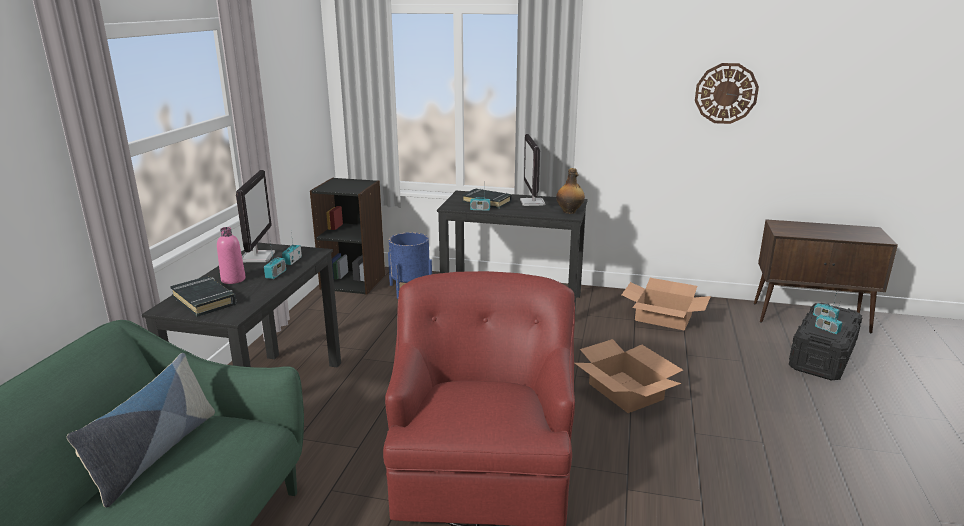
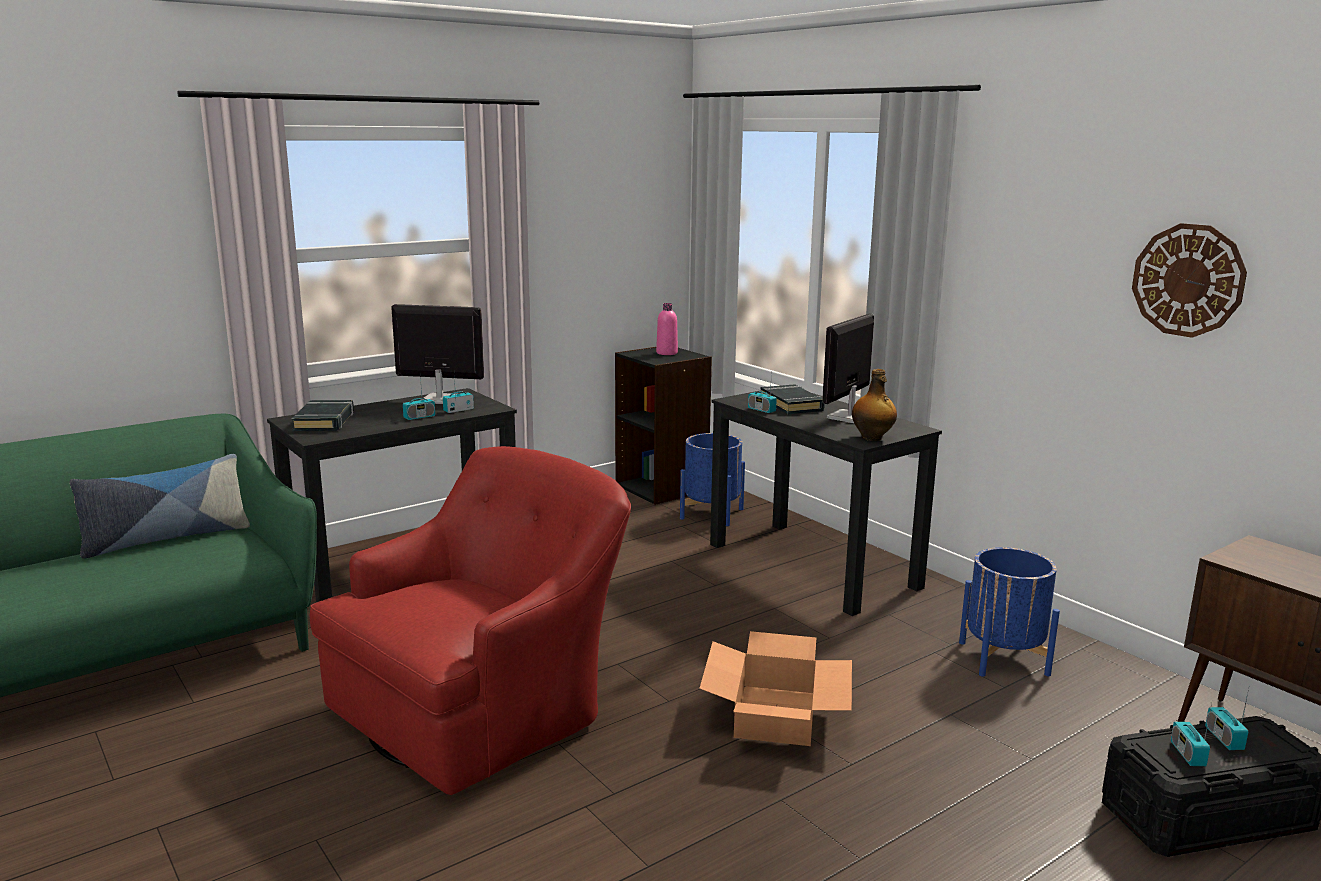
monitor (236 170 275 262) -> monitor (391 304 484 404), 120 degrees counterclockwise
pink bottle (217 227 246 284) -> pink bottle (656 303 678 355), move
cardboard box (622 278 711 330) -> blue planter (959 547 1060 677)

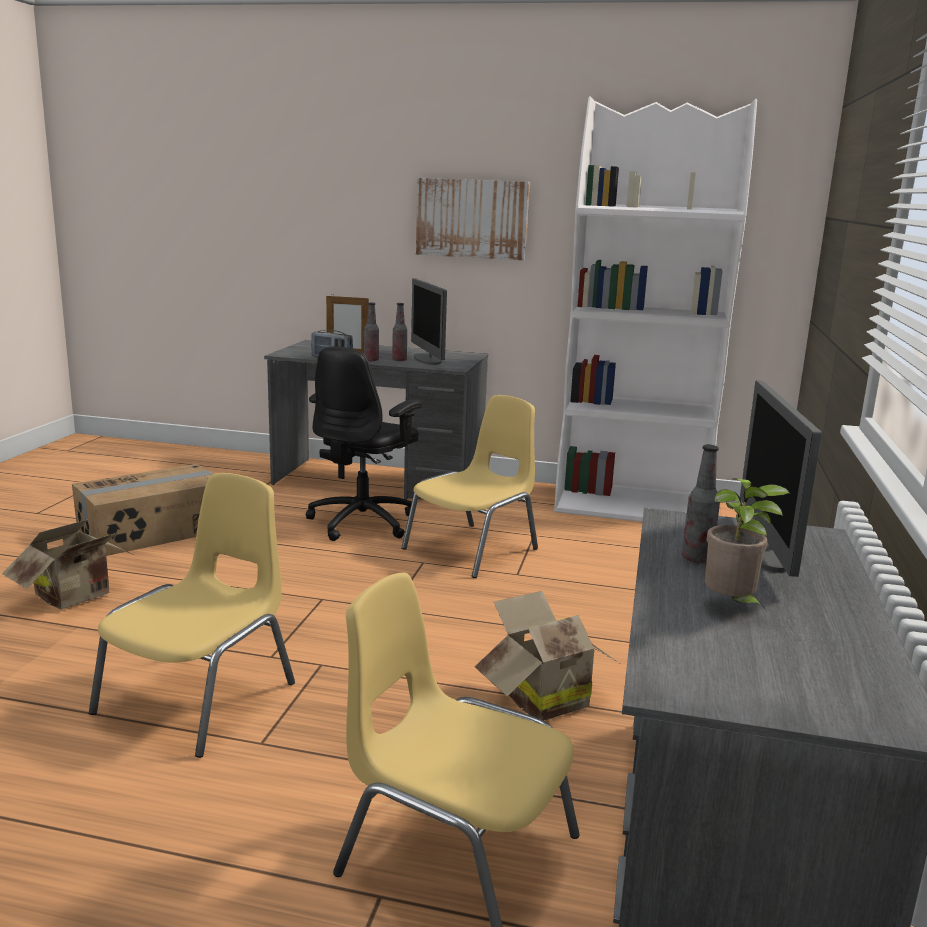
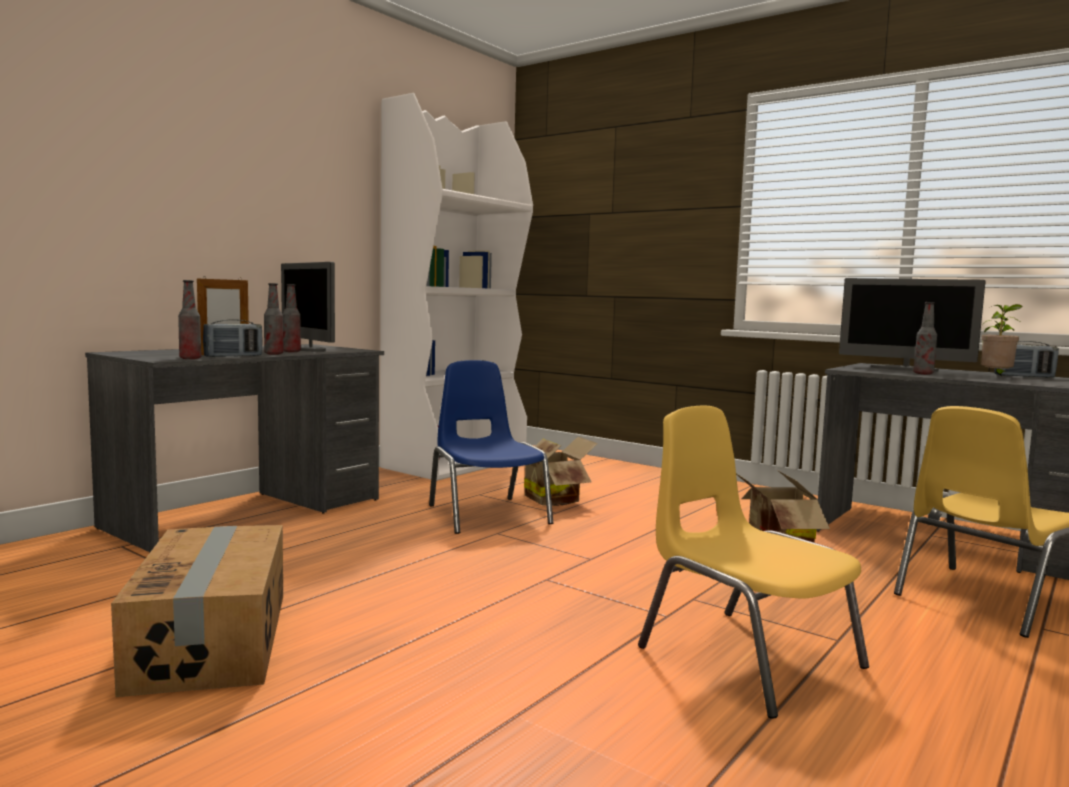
picture (416 178 530 260) -> none
monitor (411 279 447 365) -> monitor (281 262 335 352), 45 degrees clockwise
black office chair (306 346 422 541) -> none
yellow chair (402 395 538 578) -> blue chair (429 360 553 534)
cardboard box (2 519 134 610) -> cardboard box (524 437 598 506), move
none -> bottle (178 280 201 359)
none -> radio (994 341 1059 378)

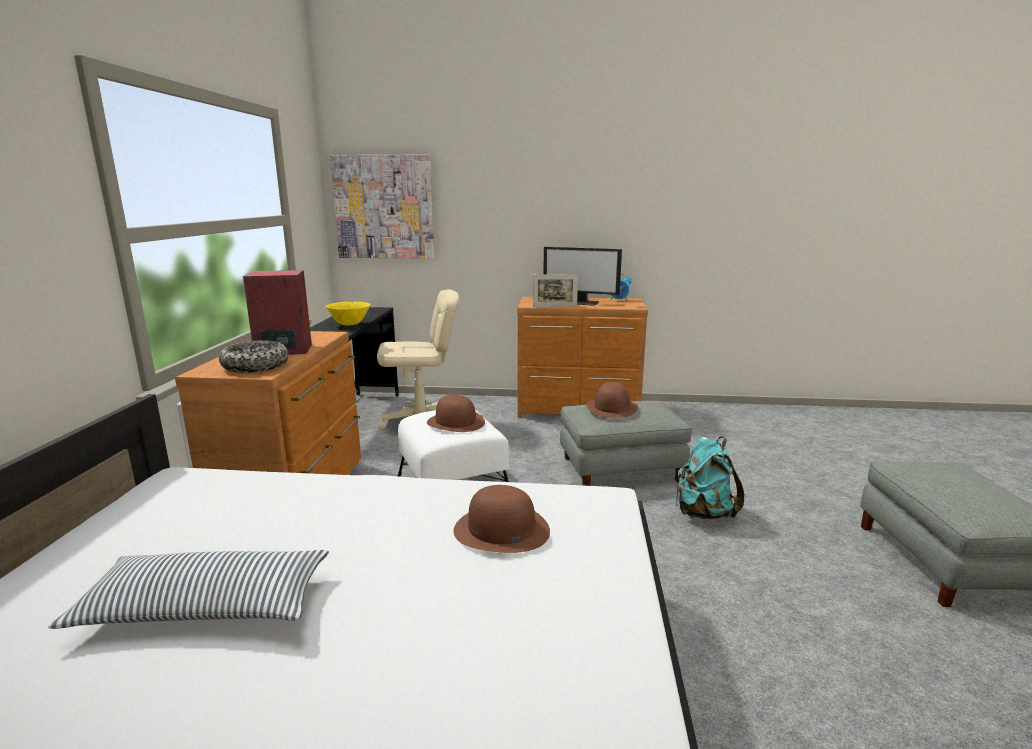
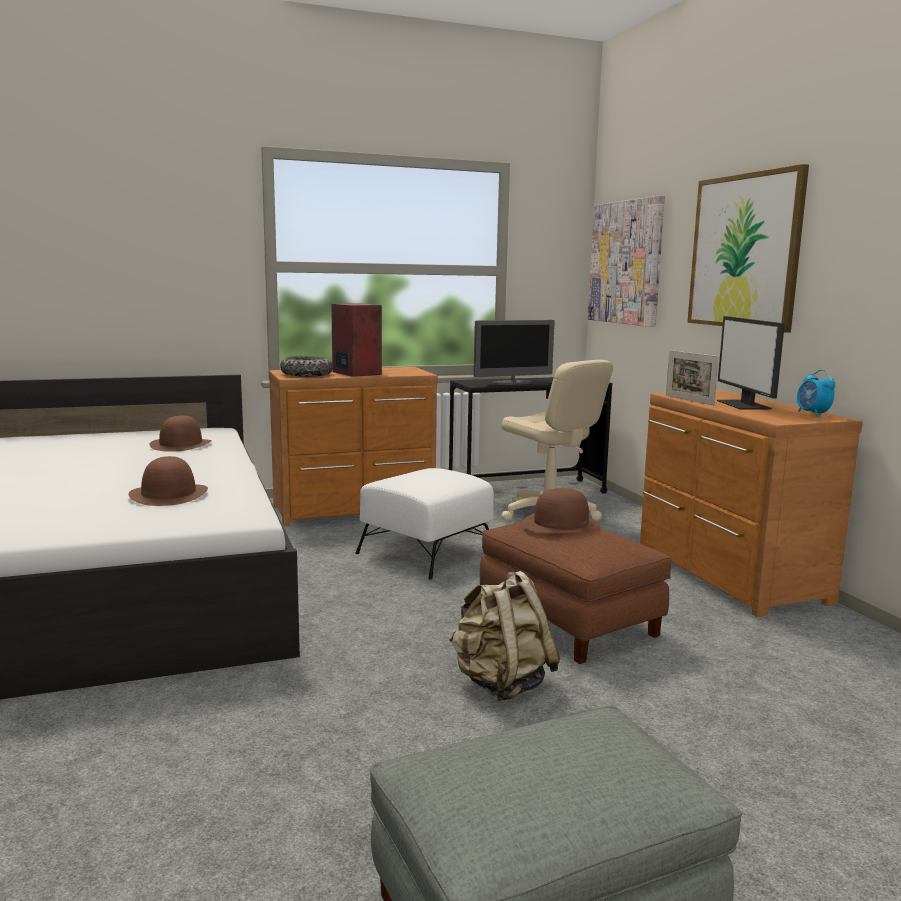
yellow bowl (325 302 371 326) -> monitor (473 320 555 385)
brown hat (427 395 485 432) -> brown hat (150 415 211 452), move
grey ottoman (560 401 693 486) -> brown ottoman (480 522 671 664)
turquoise backpack (676 436 744 519) -> beige backpack (449 571 560 701)
pillow (48 550 329 629) -> none
none -> picture (687 164 809 333)

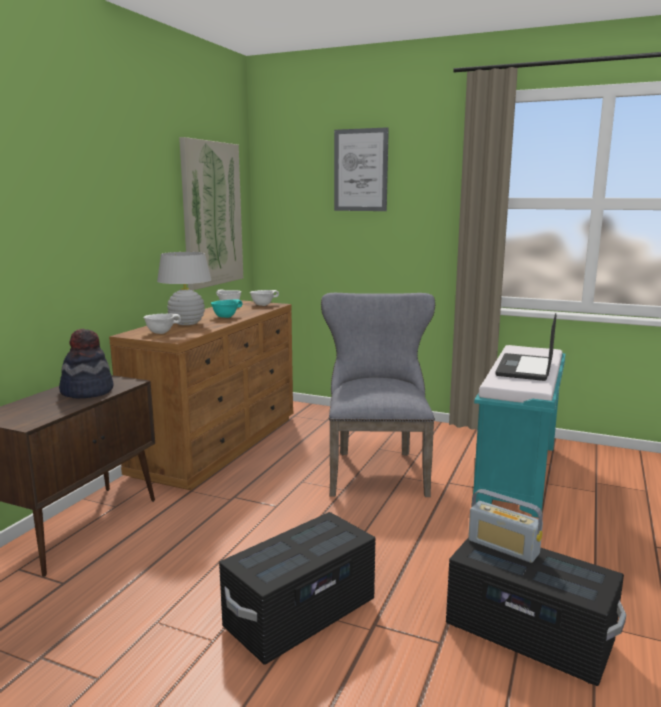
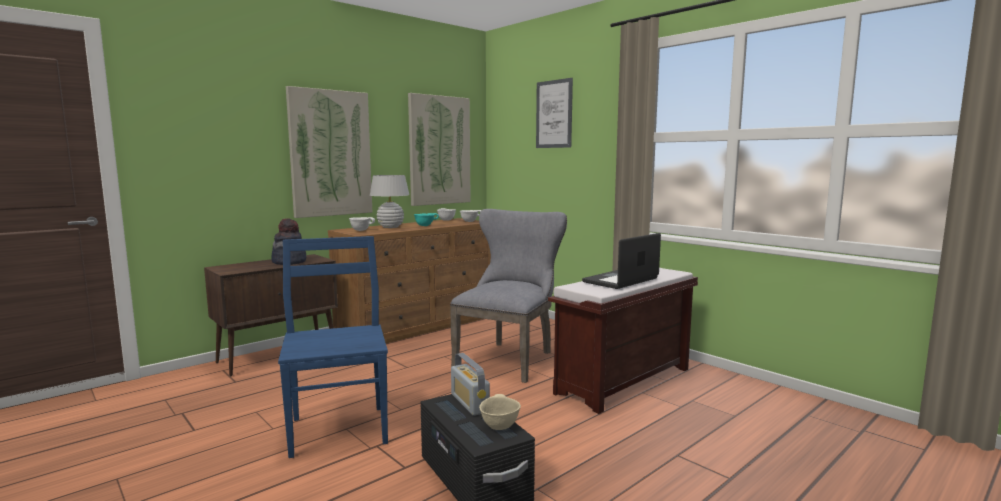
turquoise bench (473 345 566 518) -> brown bench (548 268 698 414)
black storage box (219 512 376 665) -> blue chair (278 236 388 458)
none -> picture (286 86 372 218)
none -> beige bowl (479 394 521 430)

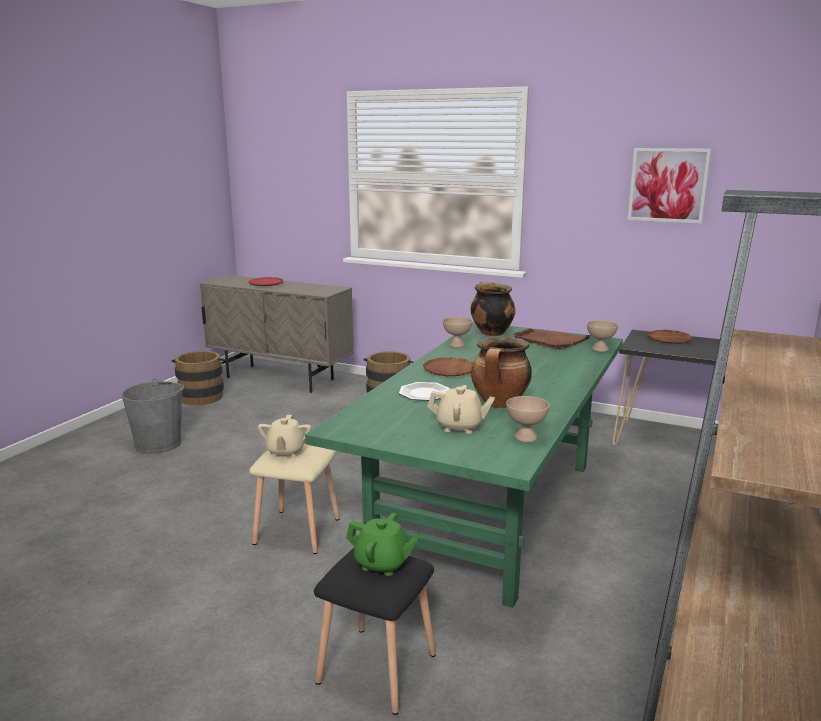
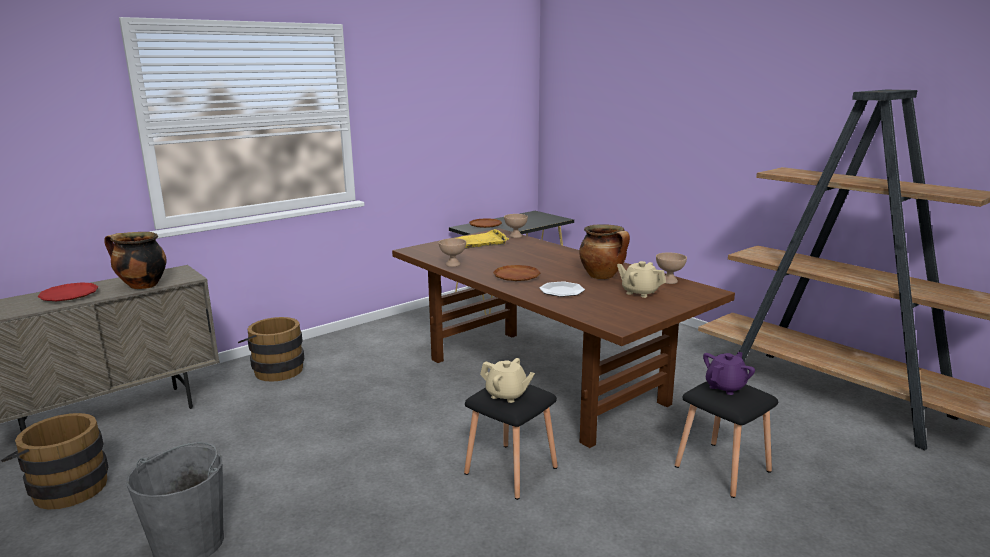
picture (628 148 711 224) -> none
cooking pot (471 282 515 336) -> cooking pot (104 232 166 289), move
green dining table (305 322 623 608) -> brown dining table (392 228 735 448)
brown tray (513 329 590 350) -> yellow tray (457 229 509 249)
beige teapot (427 385 495 434) -> beige teapot (617 261 666 298), 90 degrees counterclockwise
beige stool (249 443 340 554) -> black stool (464 384 558 500)
green teapot (346 513 420 576) -> purple teapot (703 352 755 395)

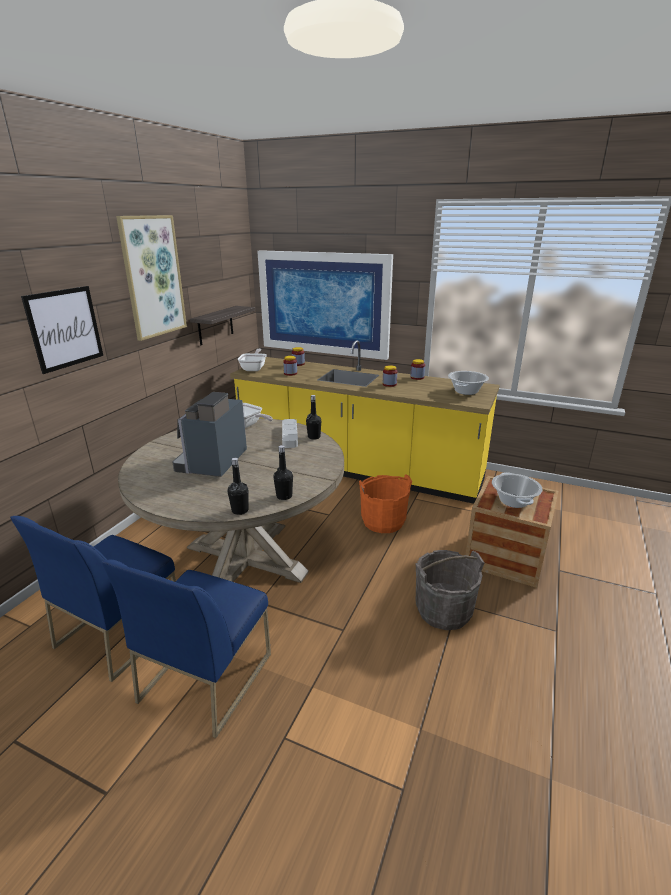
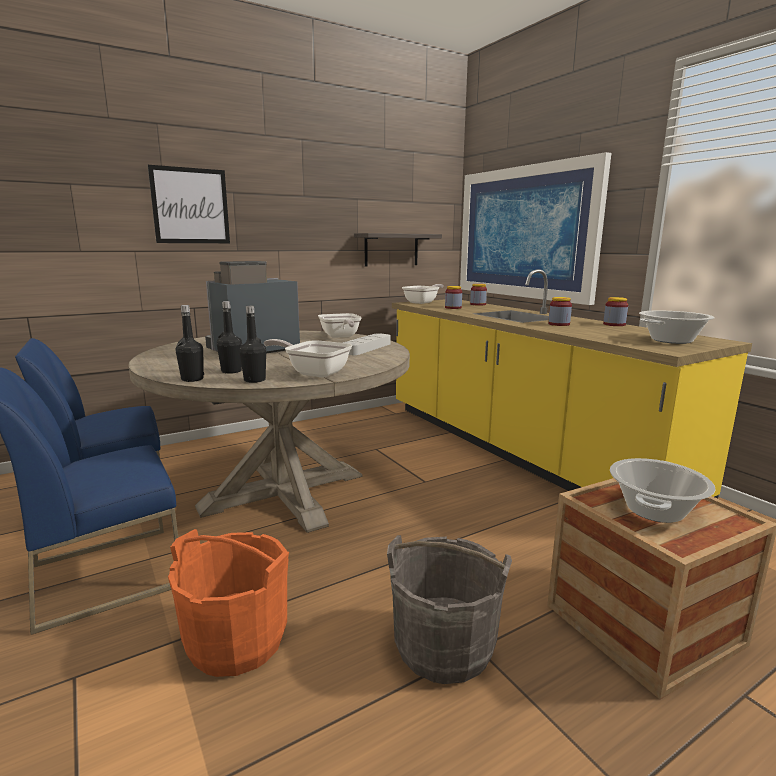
picture (116 215 187 341) -> none
black bottle (306 395 321 440) -> black bottle (217 301 242 374), move
orange bucket (359 475 412 533) -> orange bucket (168 529 289 677), move
none -> frying pan (264 339 352 377)

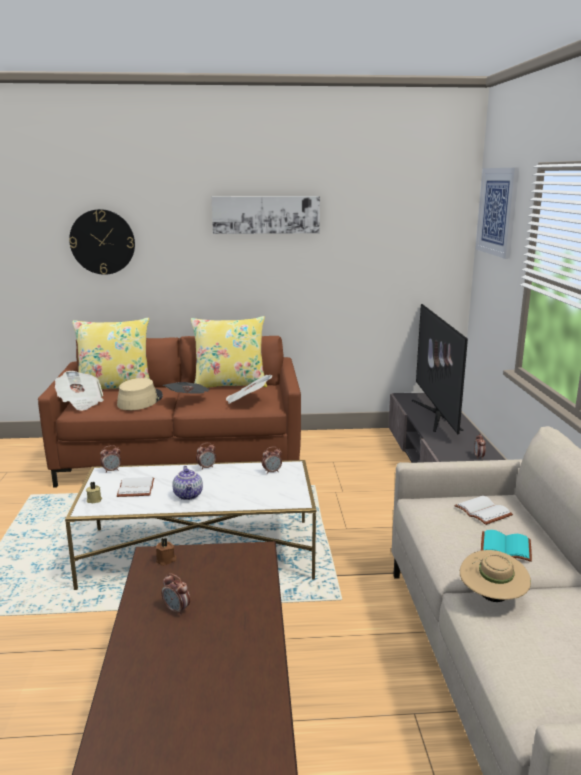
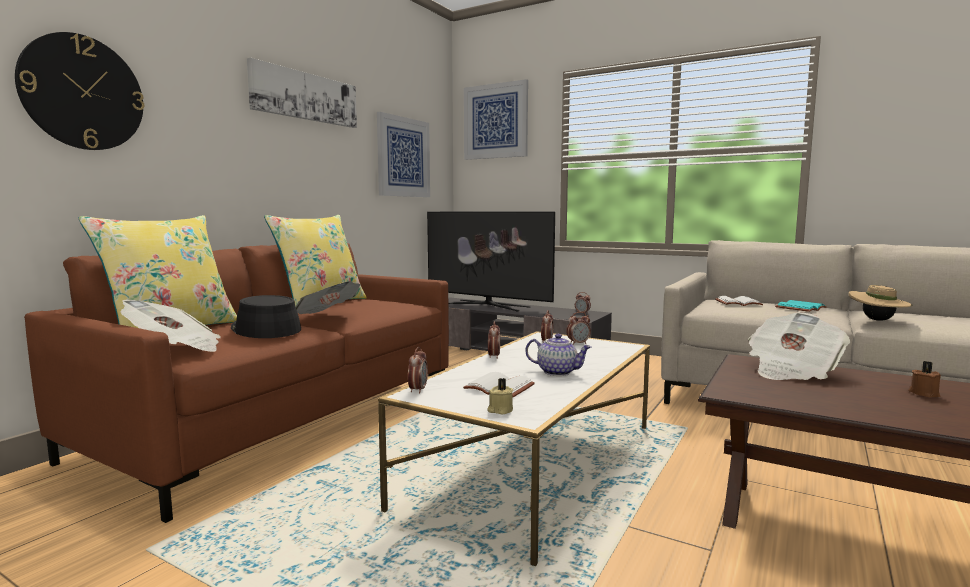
newspaper (226 375 272 404) -> newspaper (748 312 850 380), move
beige hat (117 378 163 410) -> black hat (231 295 301 338)
brown candle (156 538 177 566) -> brown candle (908 361 941 398), move
alarm clock (162 573 190 616) -> alarm clock (566 312 591 345), move
none -> picture (377 112 430 197)

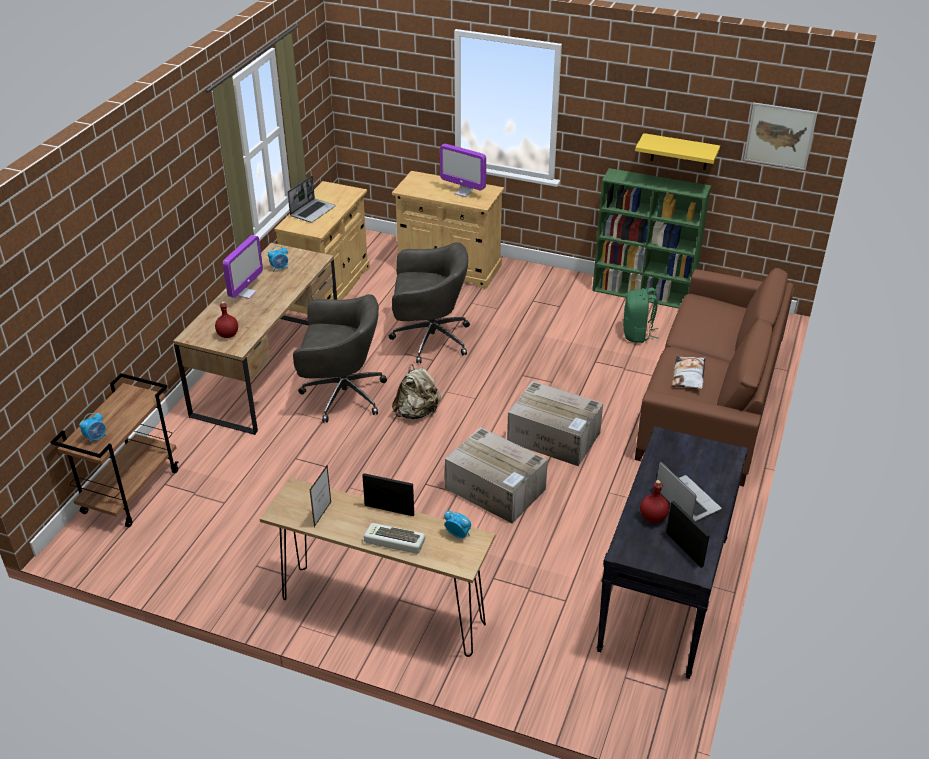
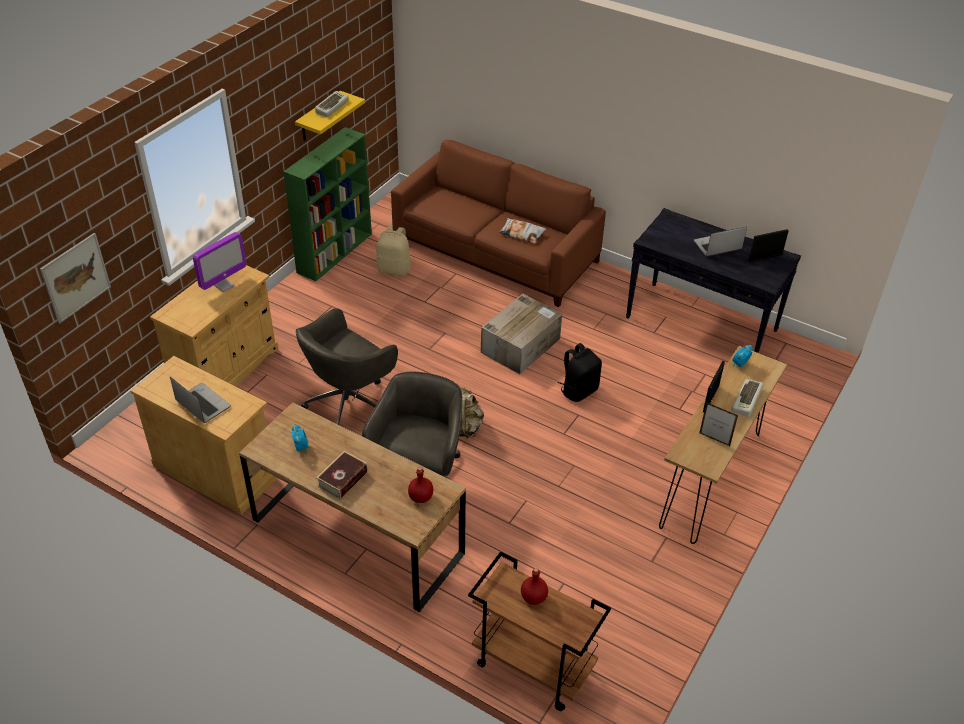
picture (744 103 818 170) -> picture (40 233 111 324), move
monitor (223 235 263 299) -> book (316 451 368 499)
grey office chair (389 242 470 364) -> grey office chair (296 308 398 425), 150 degrees counterclockwise
green backpack (623 288 659 343) -> beige backpack (376 225 411 276)
alarm clock (79 413 106 444) -> none
cardboard box (445 427 548 523) -> black backpack (558 343 602 402)
red bottle (640 480 669 523) -> red bottle (521 568 548 605), move
none -> keyboard (315 91 349 117)

